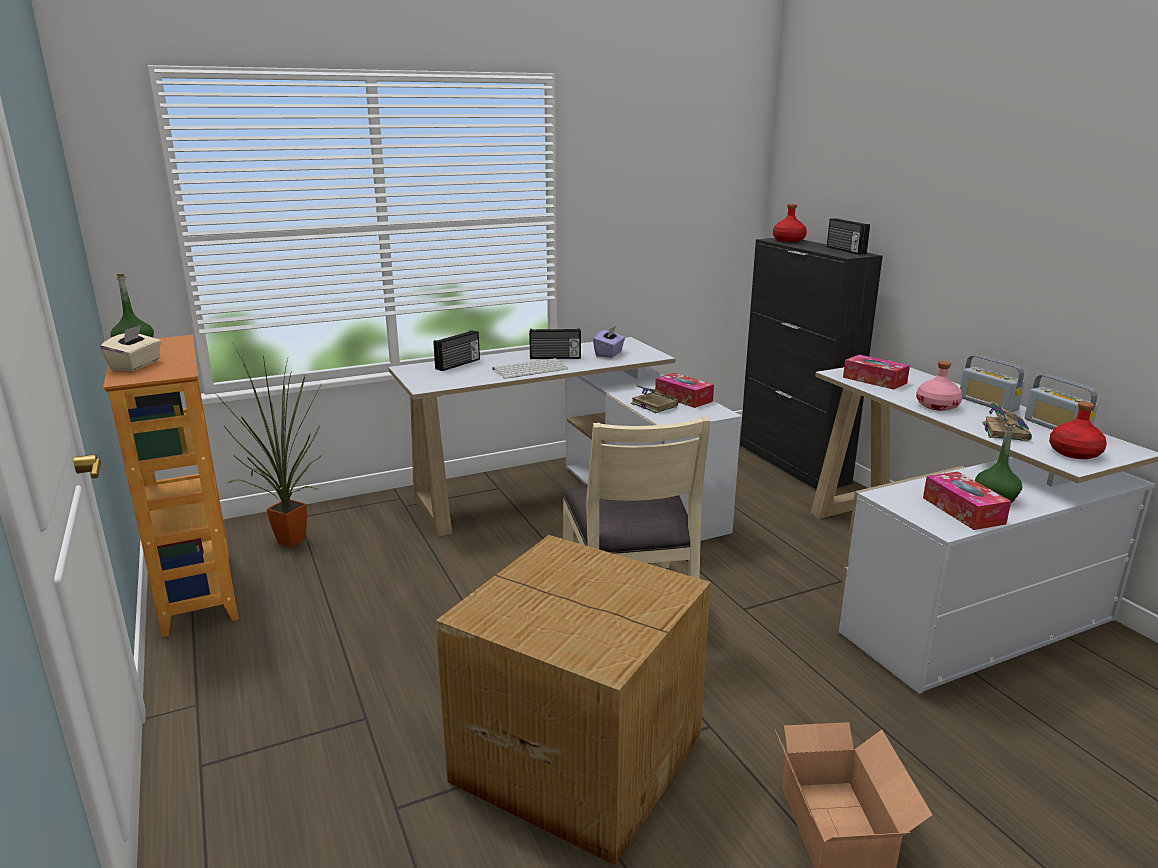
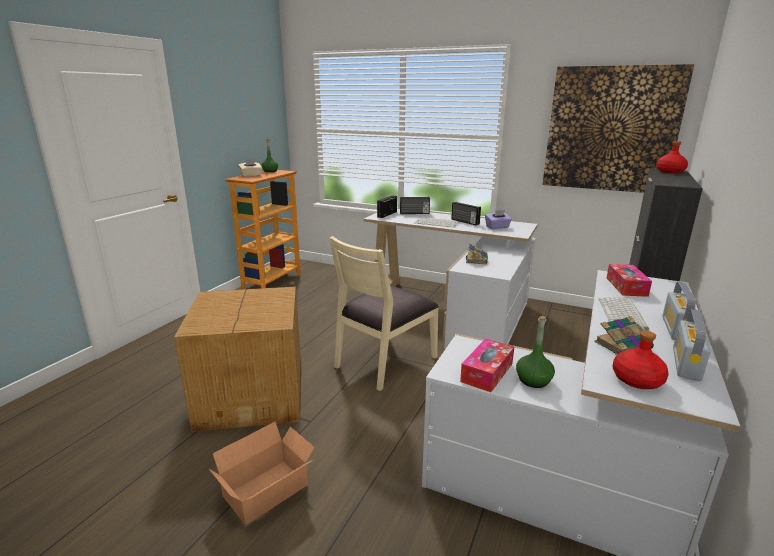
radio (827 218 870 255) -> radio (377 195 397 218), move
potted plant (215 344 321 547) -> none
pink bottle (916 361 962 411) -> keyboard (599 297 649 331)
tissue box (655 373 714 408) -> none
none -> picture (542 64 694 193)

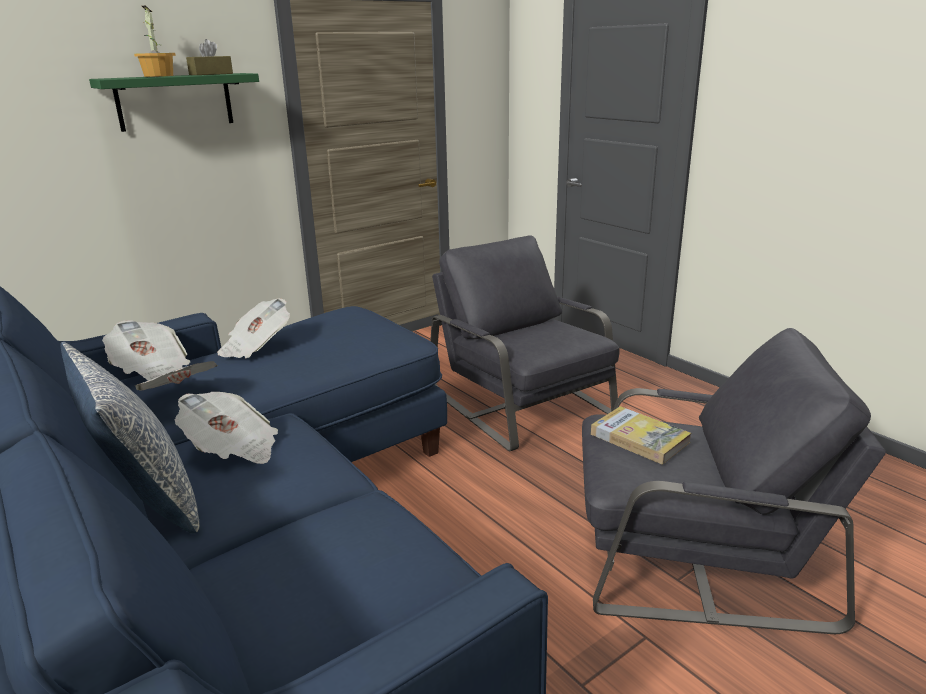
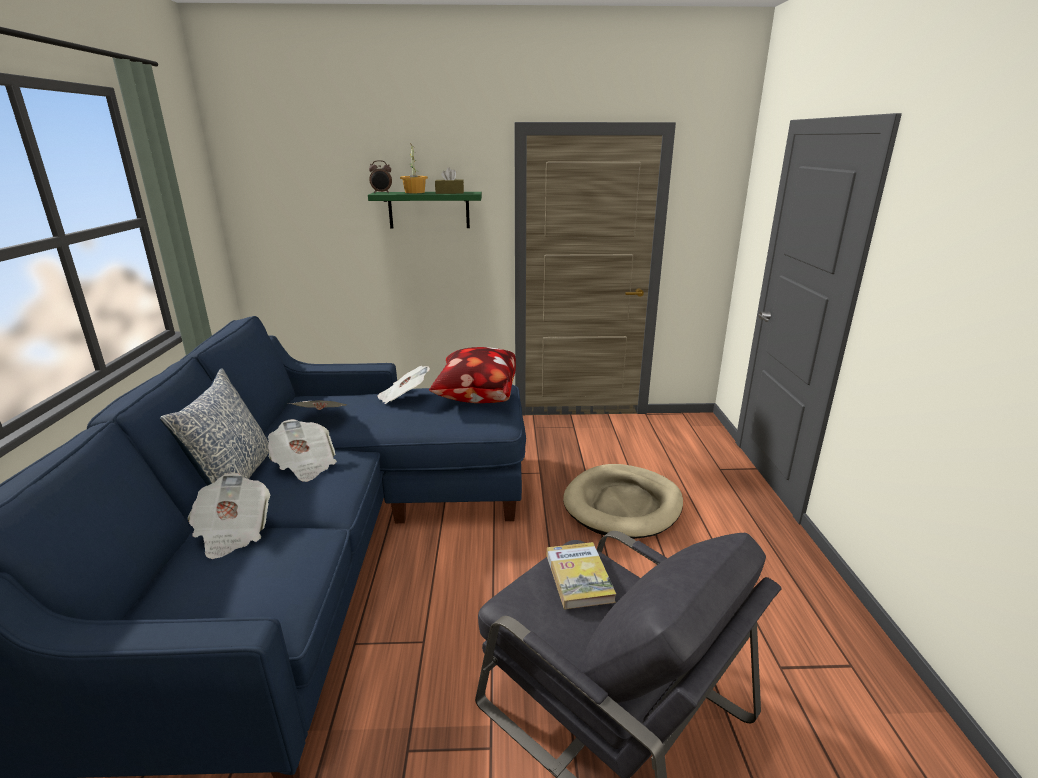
grey armchair (430 235 620 451) -> beige dog bed (563 464 683 539)
newspaper (102 320 190 381) -> newspaper (188 473 270 559), move
none -> alarm clock (369 160 392 193)
none -> pillow (429 347 516 403)

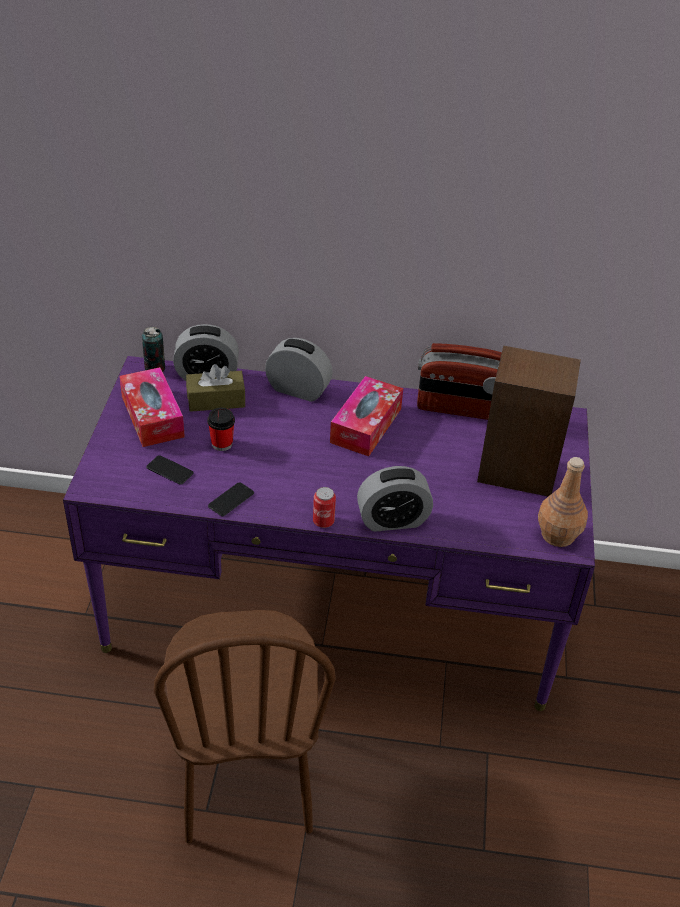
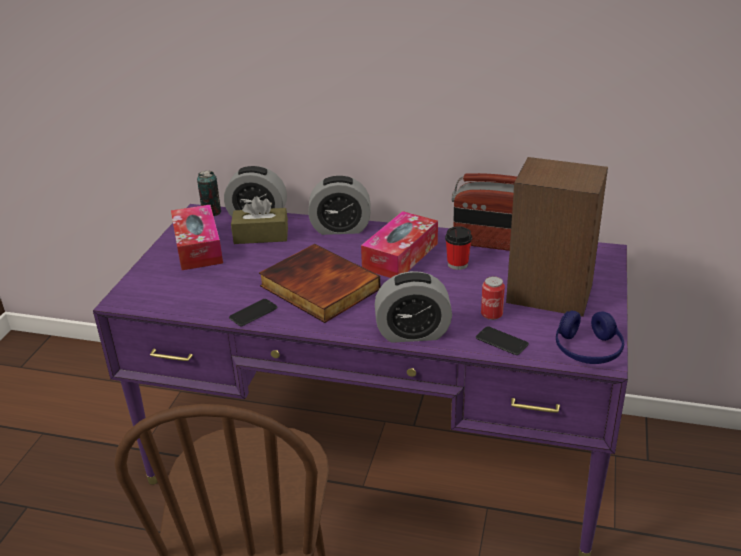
alarm clock (265 338 333 402) -> alarm clock (308 175 371 235), 150 degrees clockwise
cup (207 408 235 451) -> cup (445 226 472 270), move
phone (146 455 194 485) -> phone (476 326 529 355), move
brown bottle (538 457 588 547) -> blue headphones (556 310 624 364)
can (313 487 336 528) -> can (481 276 505 320), move
none -> book (259 244 380 323)

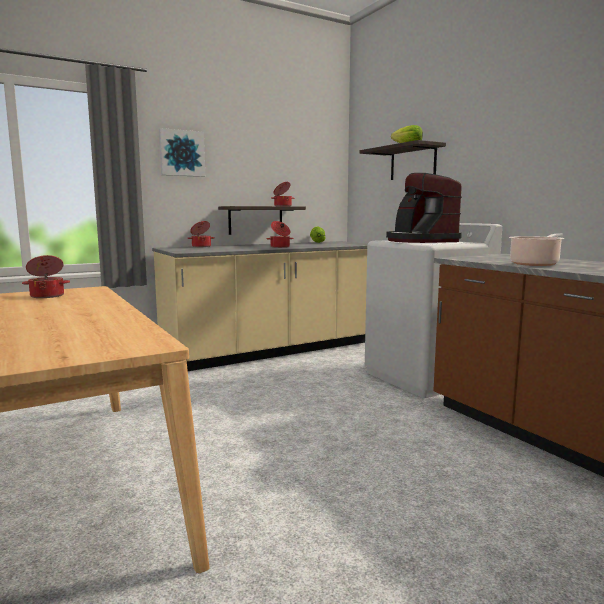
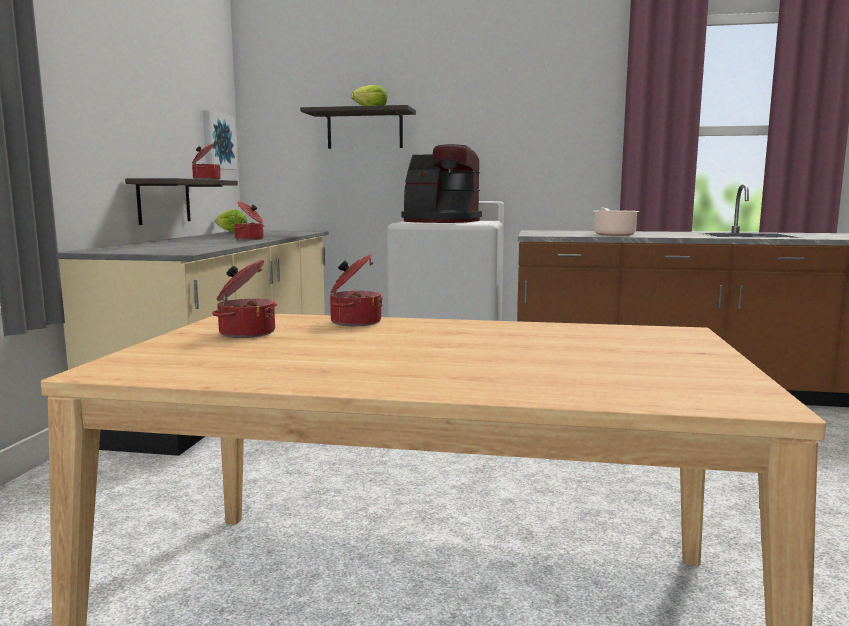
picture (159 128 205 177) -> picture (203 110 237 170), move
cooking pot (188 221 215 247) -> cooking pot (330 254 383 326), move

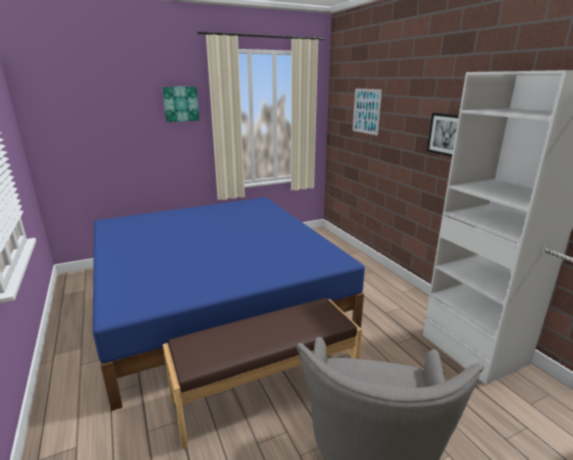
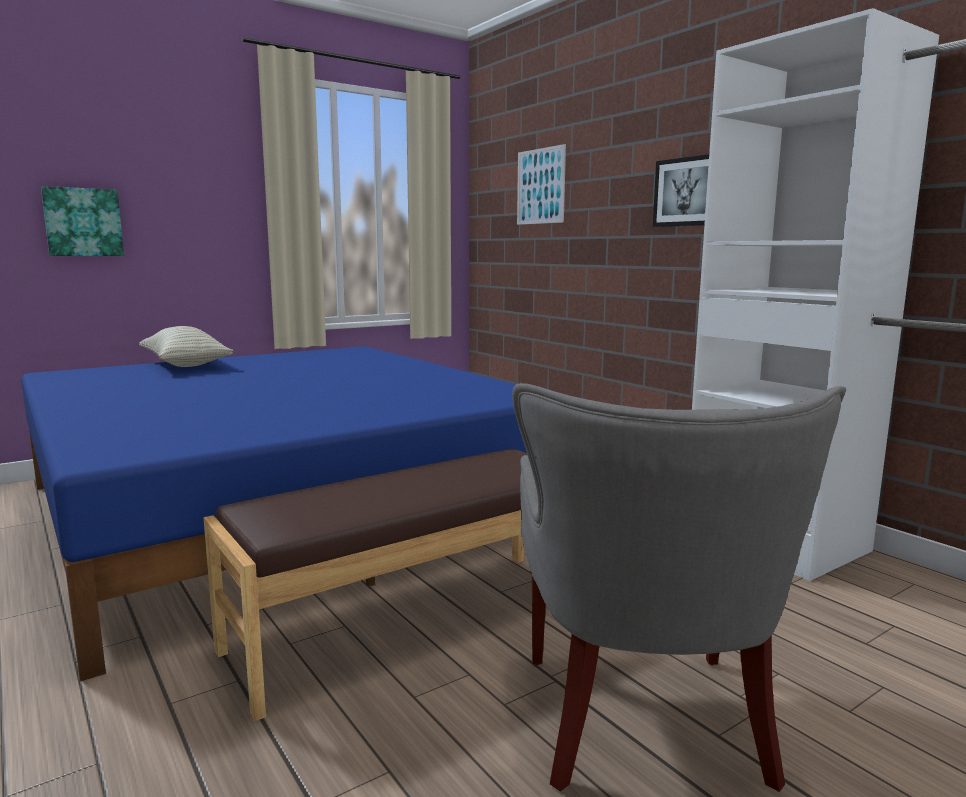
picture (162 86 199 122) -> picture (41 186 124 256), move
none -> pillow (139 326 233 367)

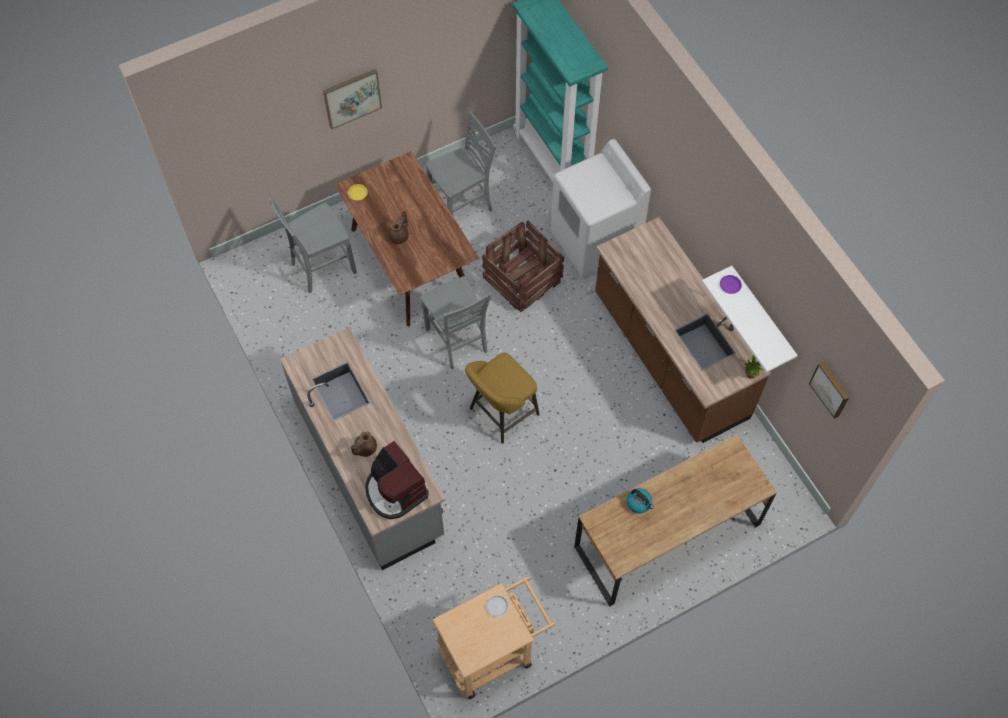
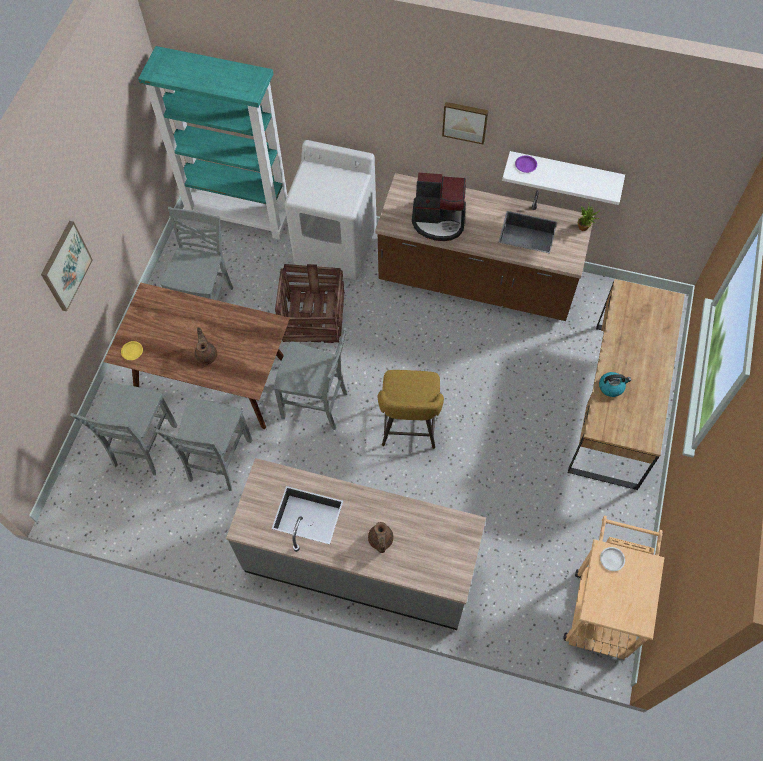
picture (809 362 849 419) -> picture (442 102 489 145), move
coffee machine (365 441 429 520) -> coffee machine (412 173 466 241), move
none -> grey chair (155 398 252 491)

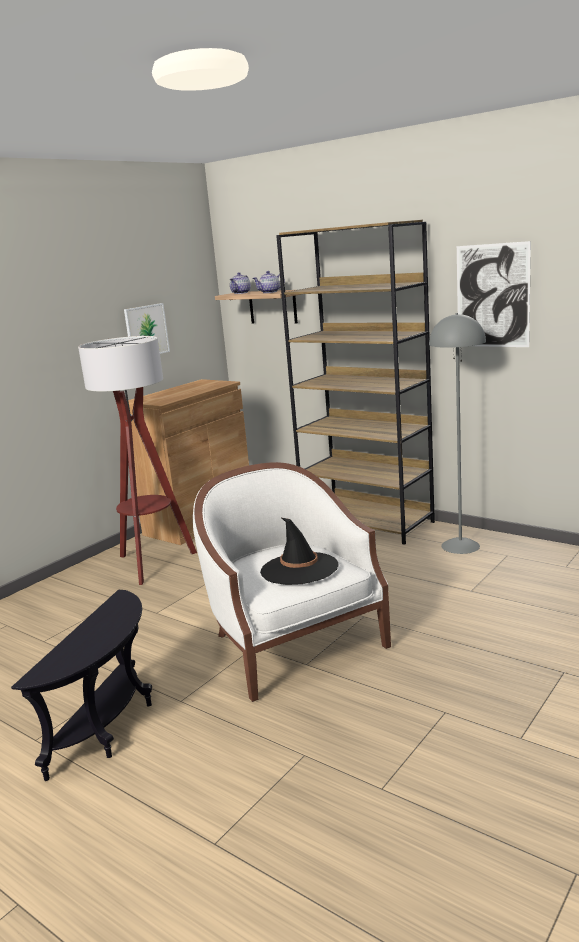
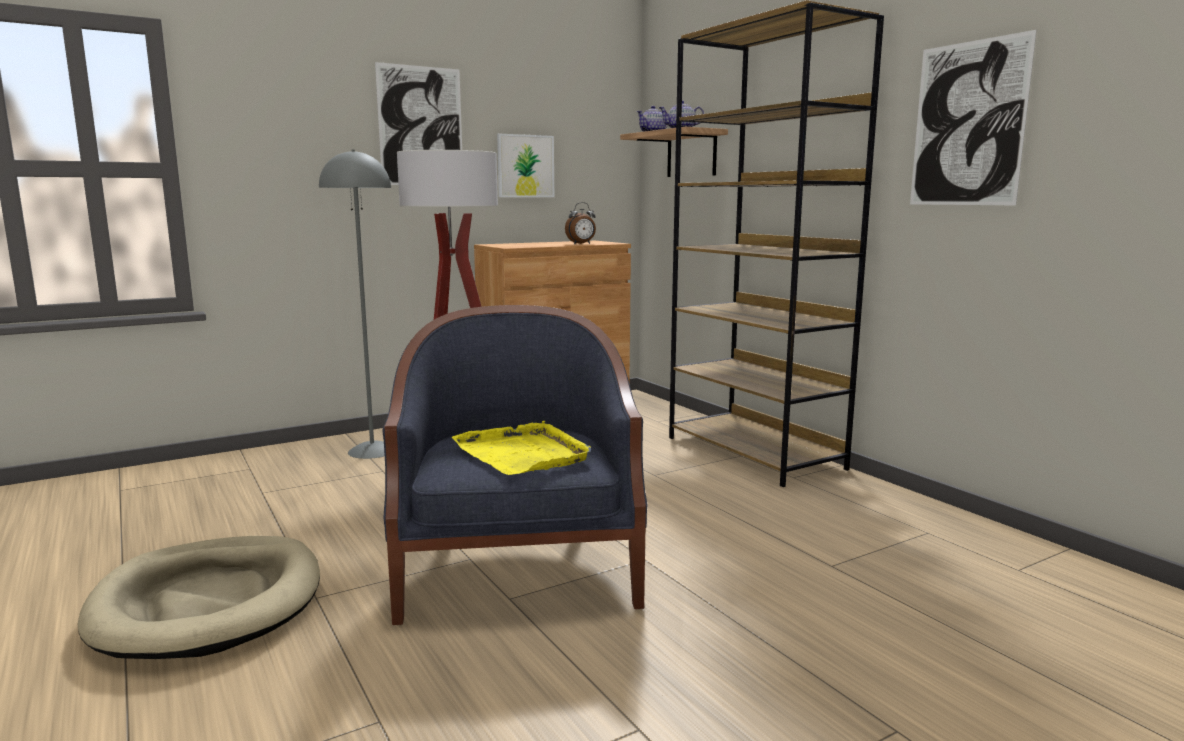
grey floor lamp (429 313 486 554) -> grey floor lamp (319 149 391 459), move
white armchair (193 462 391 702) -> blue armchair (383 305 647 625)
black hat (260 518 339 585) -> yellow tray (452 421 591 475)
black side table (11 590 152 781) -> beige dog bed (78 536 320 659)
none -> picture (375 62 462 185)
none -> alarm clock (565 202 596 244)

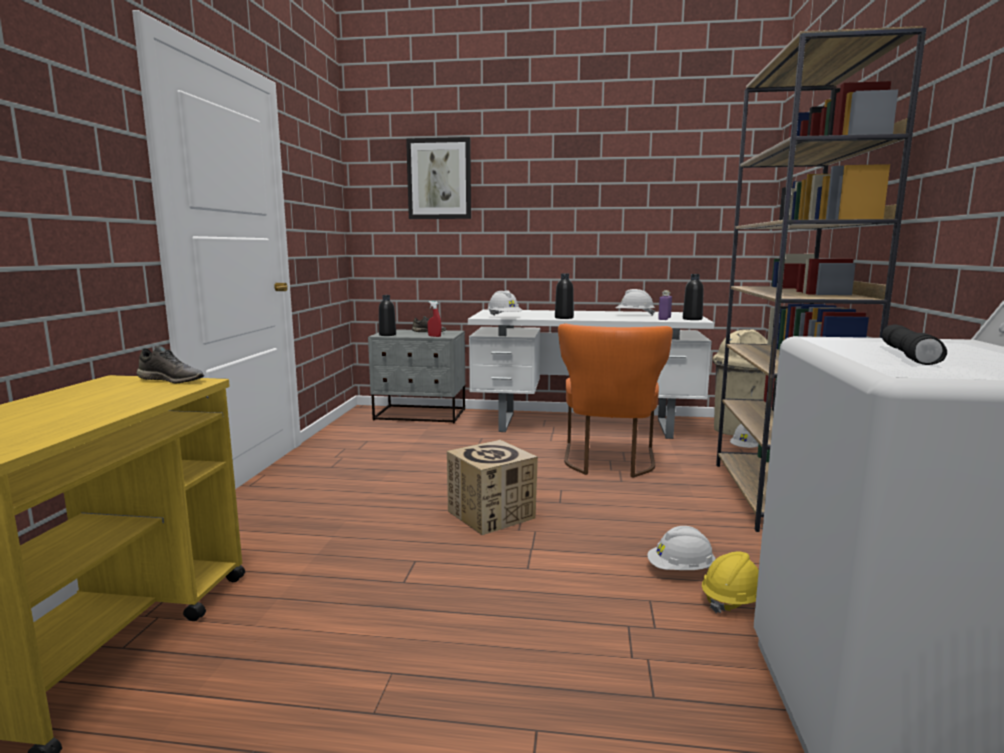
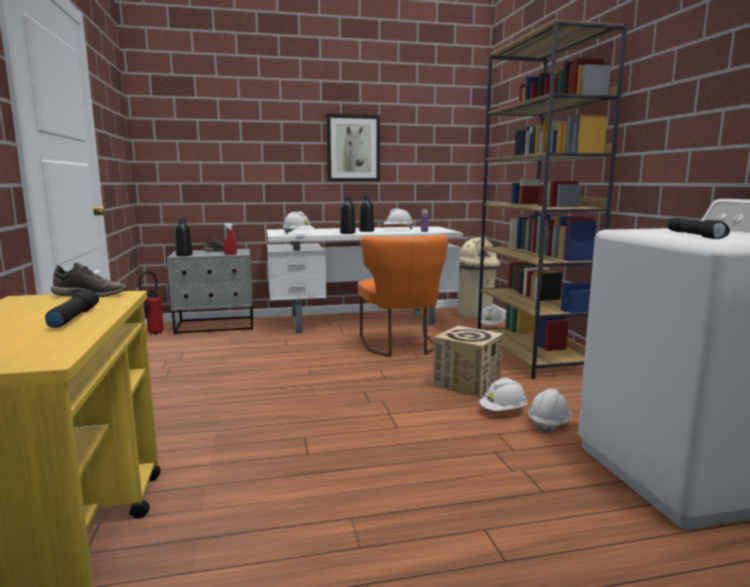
picture (406 137 471 219) -> picture (326 114 380 182), move
black bottle (683 274 704 320) -> black bottle (359 196 374 232), move
cardboard box (447 440 538 535) -> cardboard box (433 326 504 398), move
yellow hard hat (702 552 759 613) -> white hard hat (528 389 571 434)
none -> fire extinguisher (139 271 164 335)
none -> black flashlight (45 289 99 328)

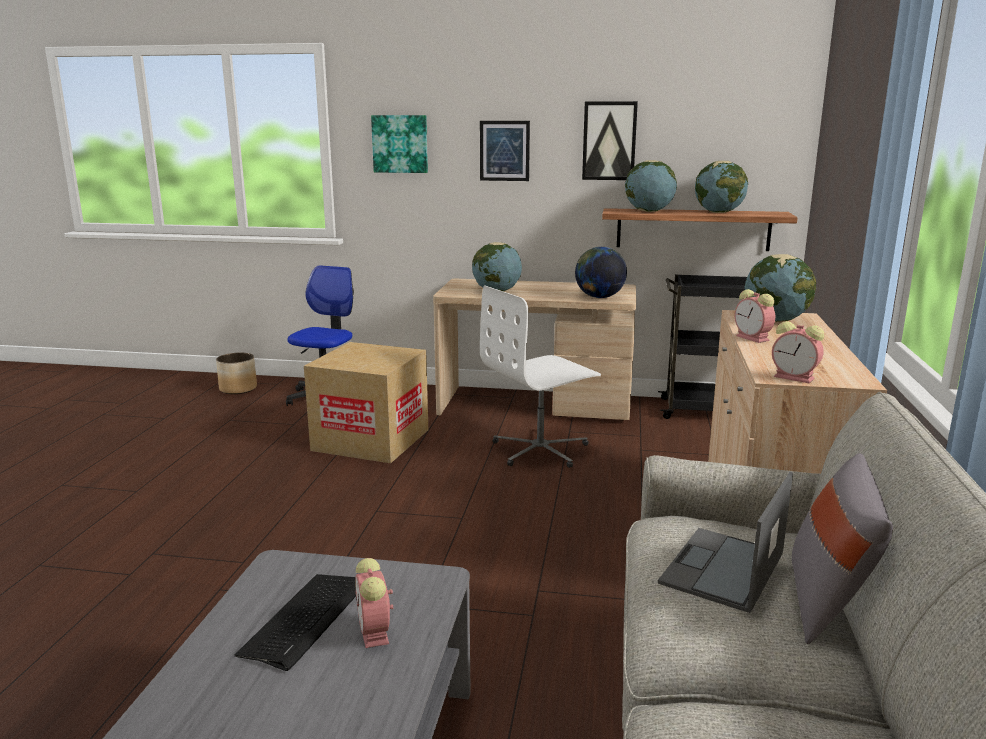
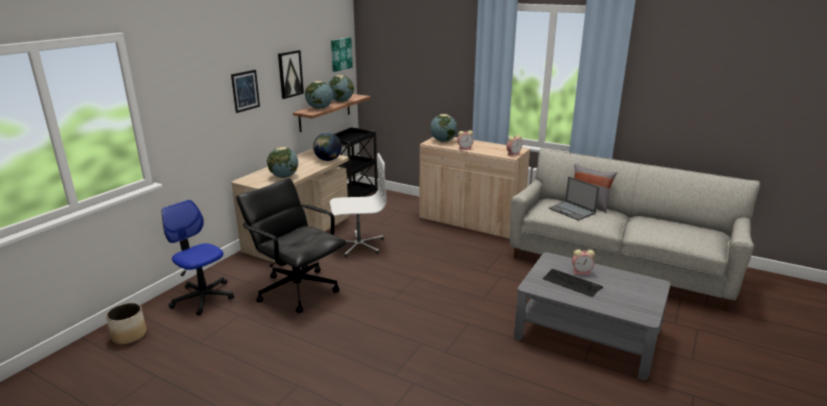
picture (371 115 428 173) -> picture (331 37 353 72), move
white office chair (480 286 601 468) -> white office chair (330 153 387 257), 90 degrees counterclockwise
cardboard box (304 342 428 463) -> black office chair (236 178 346 313)

